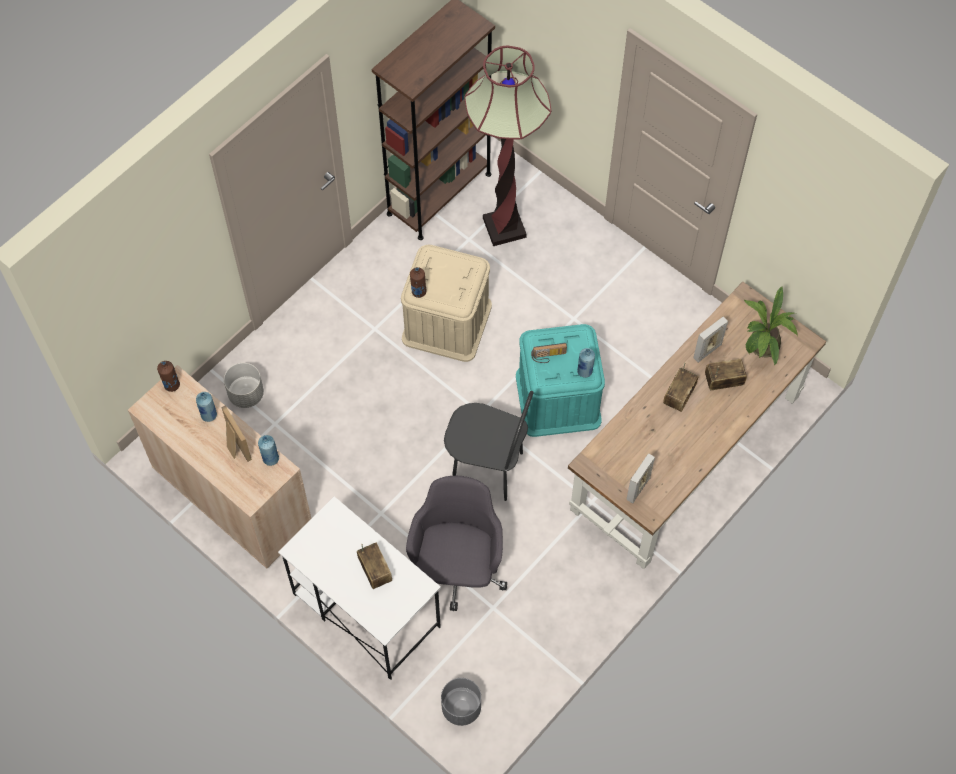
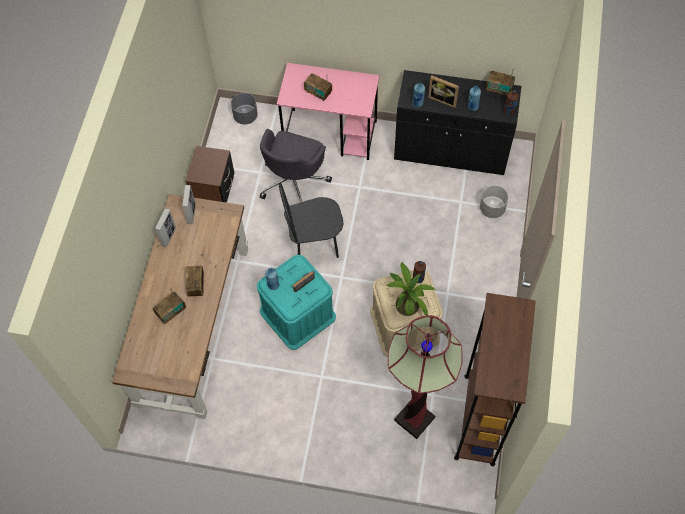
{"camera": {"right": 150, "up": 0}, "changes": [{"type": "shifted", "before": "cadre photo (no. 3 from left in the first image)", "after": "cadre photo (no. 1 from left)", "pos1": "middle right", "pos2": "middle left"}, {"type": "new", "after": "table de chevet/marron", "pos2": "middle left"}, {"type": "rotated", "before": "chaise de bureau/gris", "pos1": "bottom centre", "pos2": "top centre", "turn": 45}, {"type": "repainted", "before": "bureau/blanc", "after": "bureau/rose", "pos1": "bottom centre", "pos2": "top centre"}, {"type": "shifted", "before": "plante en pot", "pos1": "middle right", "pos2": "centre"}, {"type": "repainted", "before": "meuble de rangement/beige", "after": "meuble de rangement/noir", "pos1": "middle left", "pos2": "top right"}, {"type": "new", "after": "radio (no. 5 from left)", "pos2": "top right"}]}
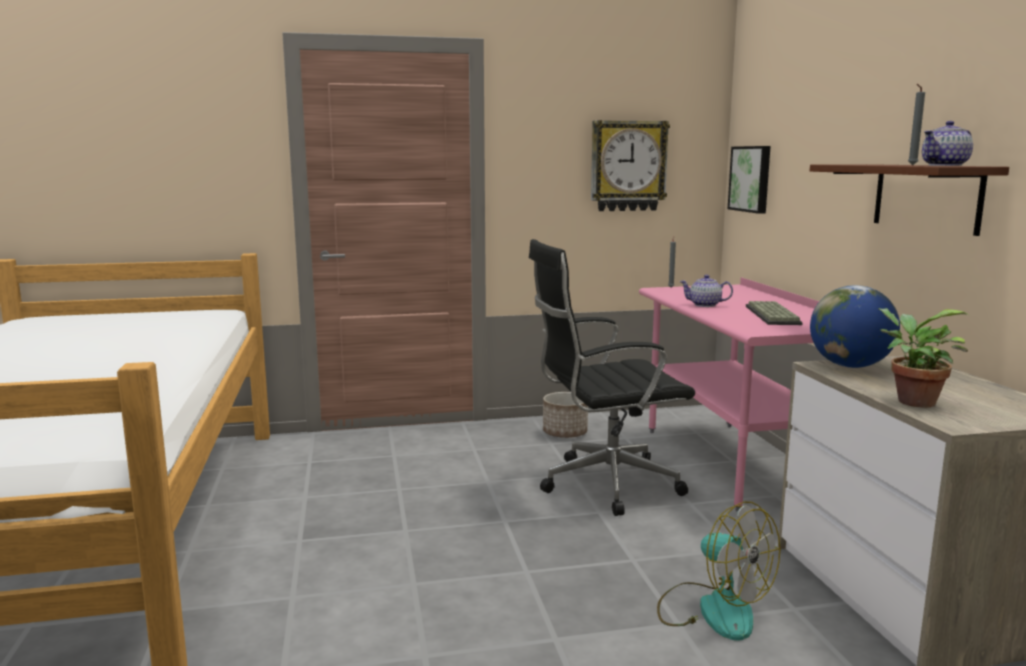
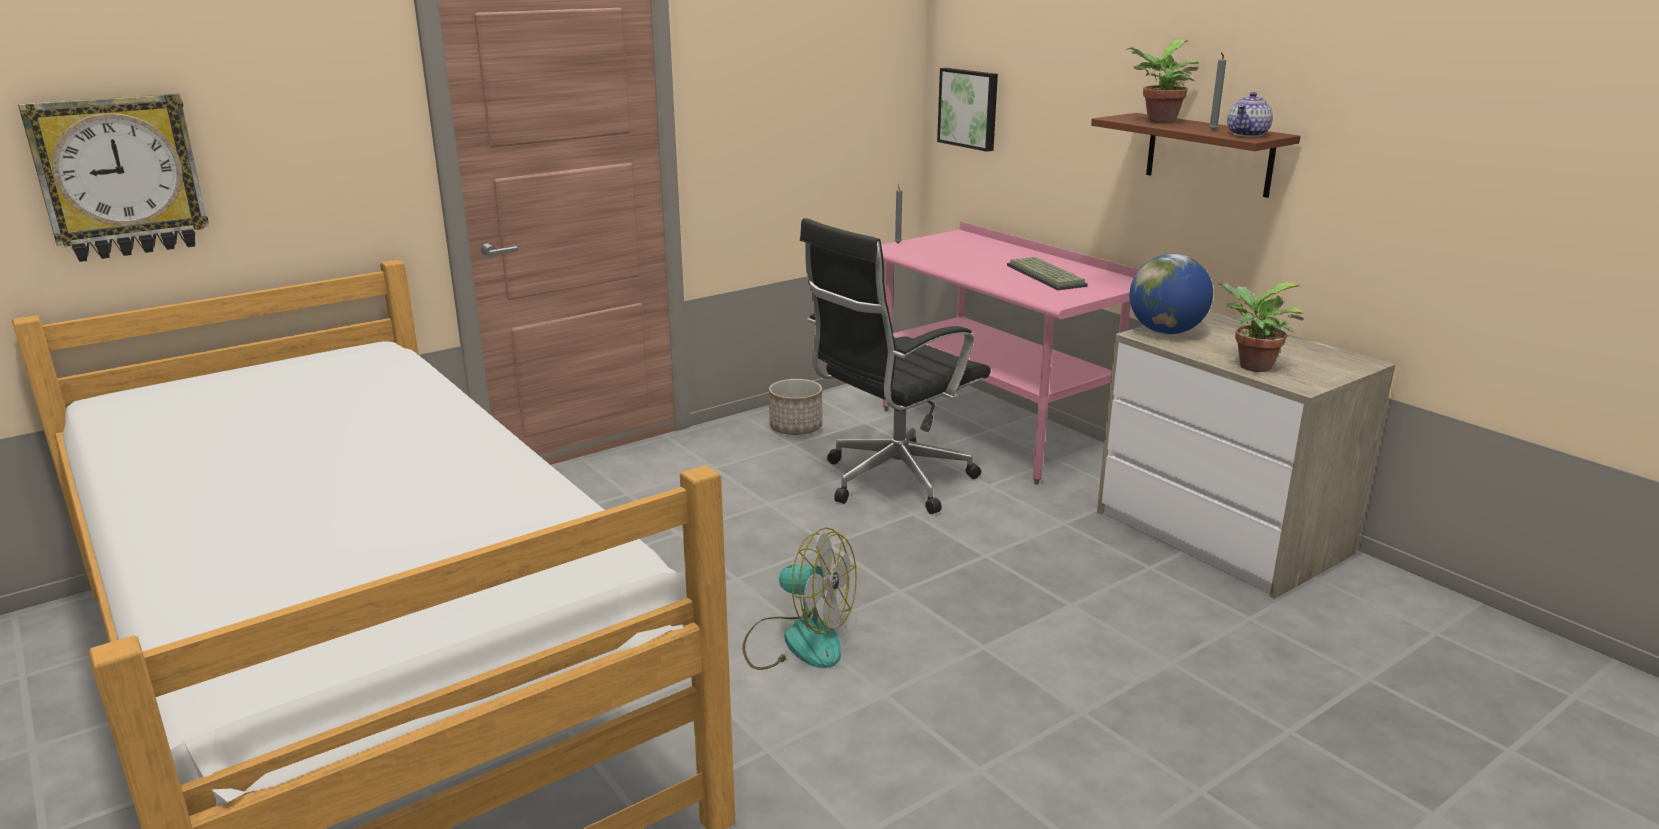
{"camera": {"right": -25, "up": 10}, "changes": [{"type": "shifted", "before": "horloge murale", "pos1": "top centre", "pos2": "top left"}, {"type": "shifted", "before": "ventilateur", "pos1": "bottom right", "pos2": "bottom centre"}, {"type": "new", "after": "plante en pot (no. 1 from left)", "pos2": "top right"}, {"type": "gone", "before": "théière (no. 1 from left)", "pos1": "middle right"}]}
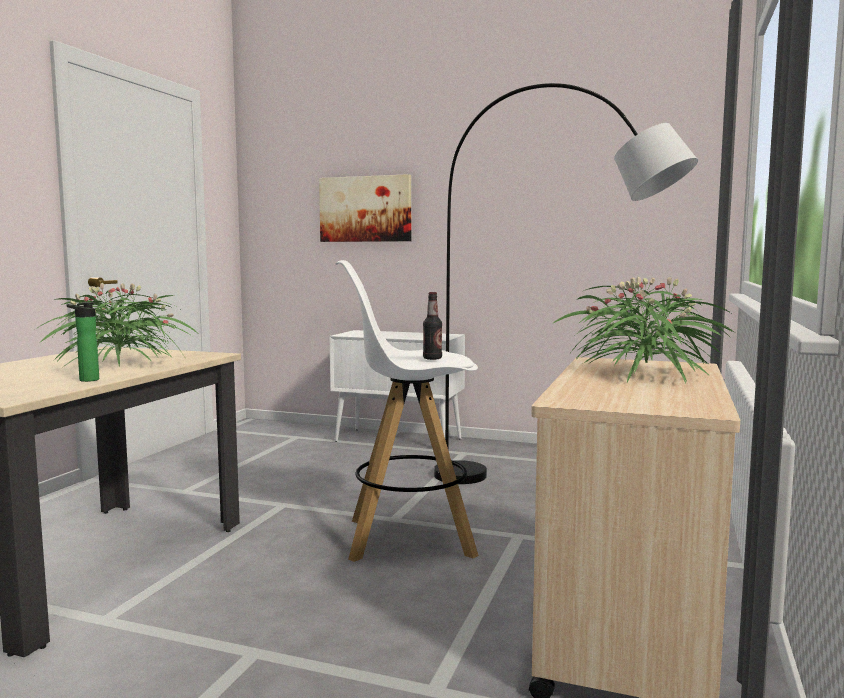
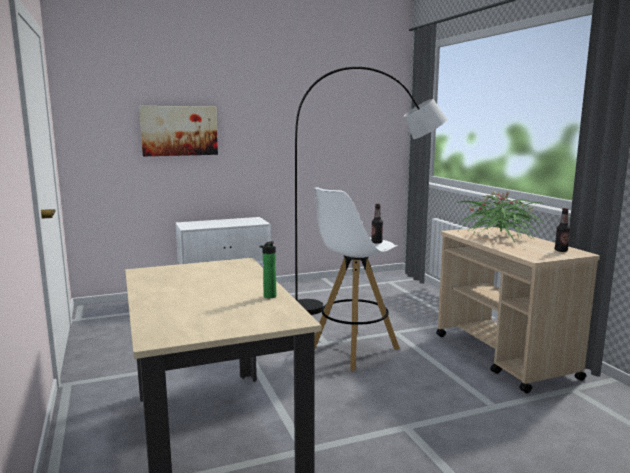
{"camera": {"right": -40, "up": 5}, "changes": [{"type": "new", "after": "bouteille (no. 3 from left)", "pos2": "middle right"}, {"type": "gone", "before": "plante en pot (no. 1 from left)", "pos1": "middle left"}]}
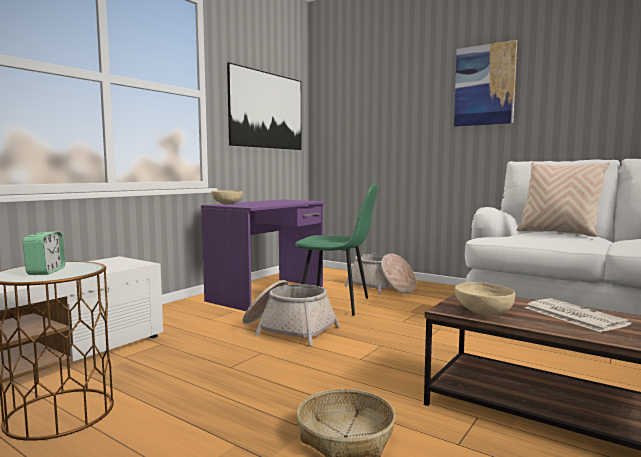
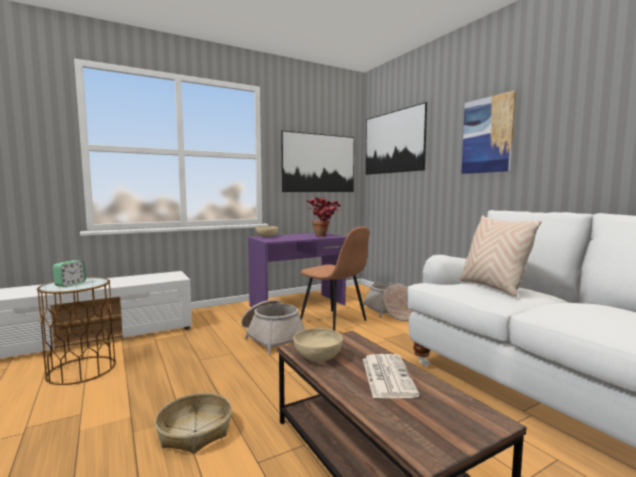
{"camera": {"right": 25, "up": 0}, "changes": [{"type": "repainted", "before": "chaise/vert", "after": "chaise/marron", "pos1": "centre", "pos2": "centre"}, {"type": "new", "after": "plante en pot", "pos2": "centre"}, {"type": "new", "after": "tableau (no. 2 from left)", "pos2": "top centre"}]}
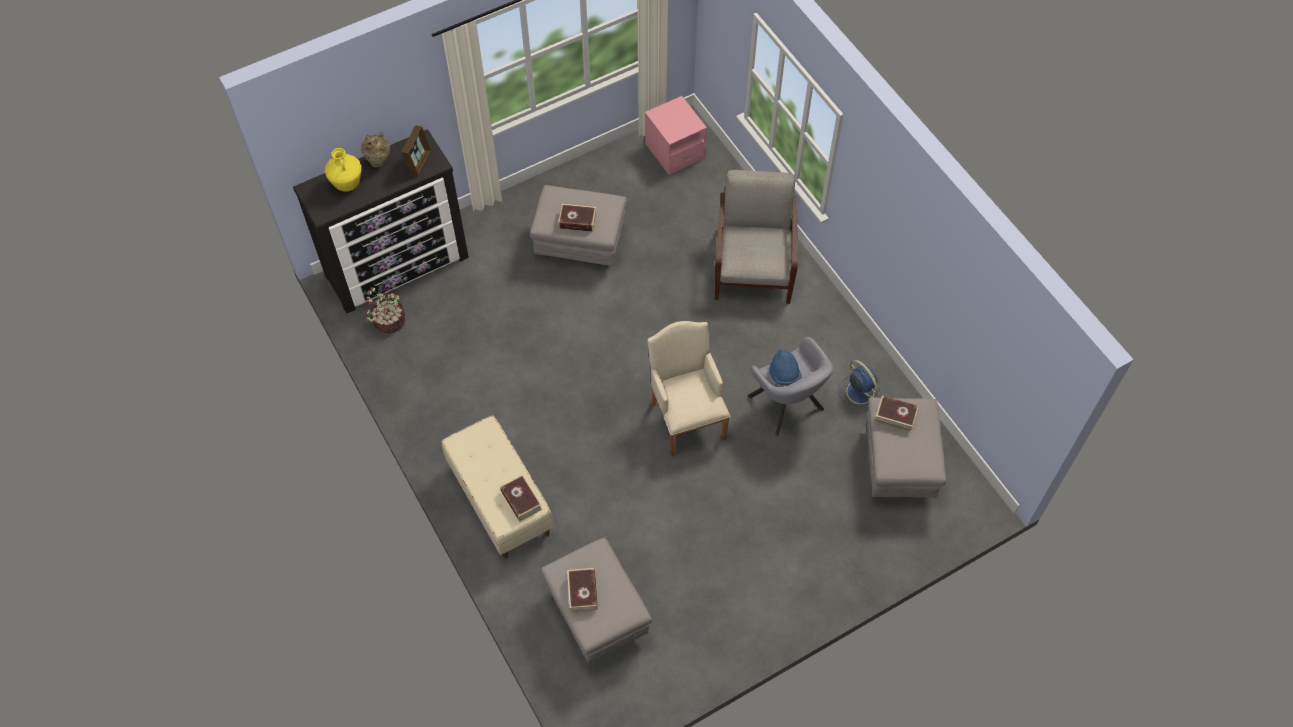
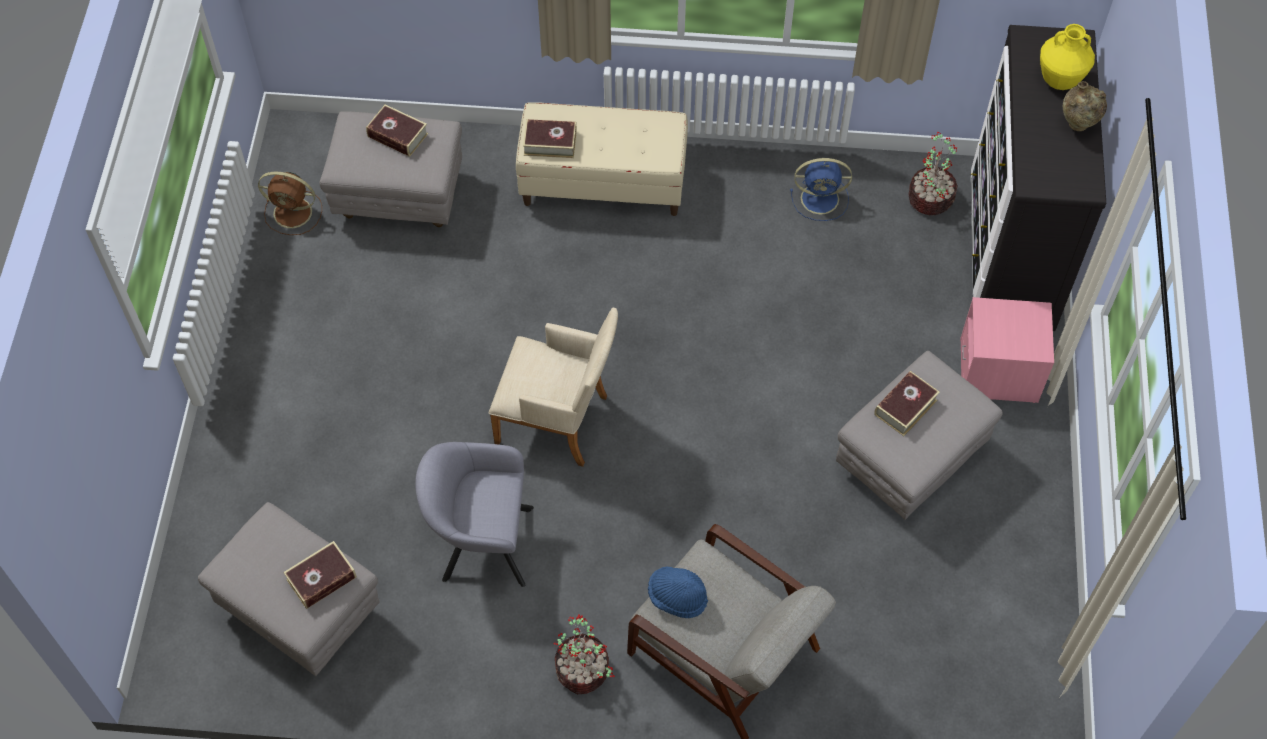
{"camera": {"right": 125, "up": 0}, "changes": [{"type": "new", "after": "ventilateur/marron", "pos2": "top left"}, {"type": "new", "after": "plante en pot (no. 1 from left)", "pos2": "bottom centre"}, {"type": "shifted", "before": "chapeau/bleu", "pos1": "centre", "pos2": "bottom centre"}, {"type": "shifted", "before": "ventilateur/bleu", "pos1": "centre", "pos2": "top centre"}, {"type": "shifted", "before": "table de chevet/rose", "pos1": "top centre", "pos2": "middle right"}, {"type": "gone", "before": "cadre photo", "pos1": "top left"}]}
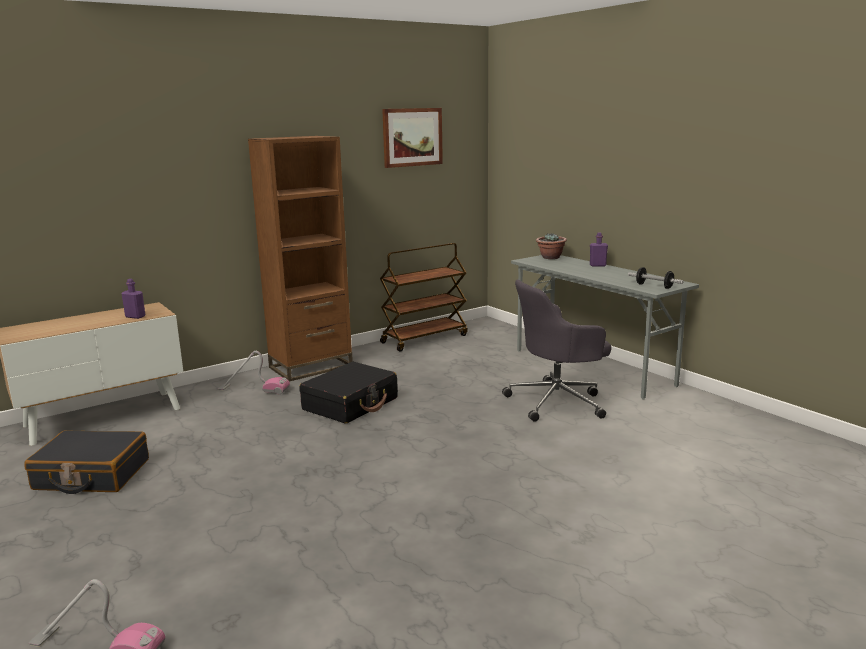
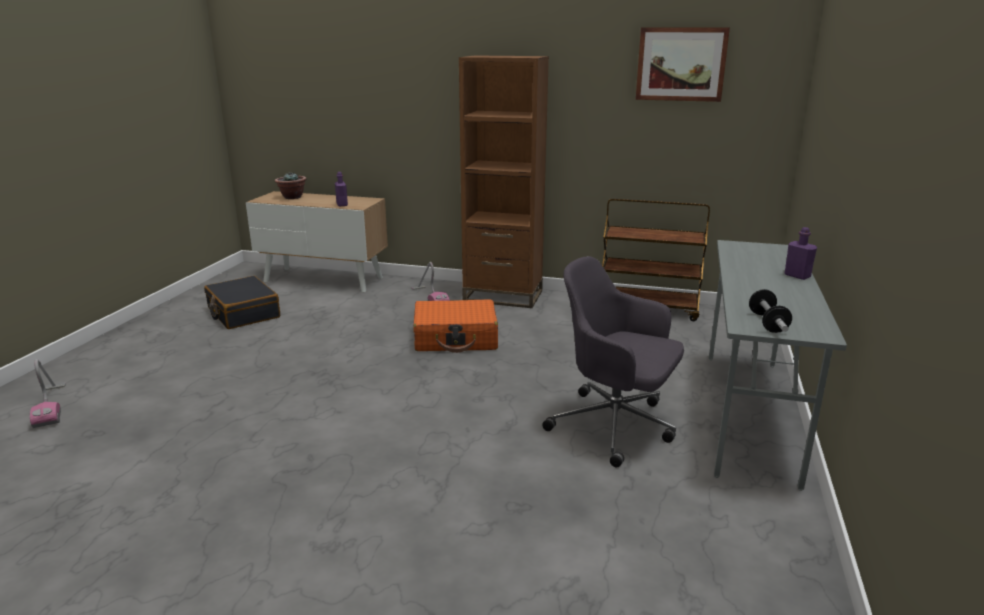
{"camera": {"right": 50, "up": 5}, "changes": [{"type": "shifted", "before": "plante en pot", "pos1": "centre", "pos2": "top left"}, {"type": "repainted", "before": "valise/noir (no. 2 from left)", "after": "valise/orange", "pos1": "centre", "pos2": "centre"}]}
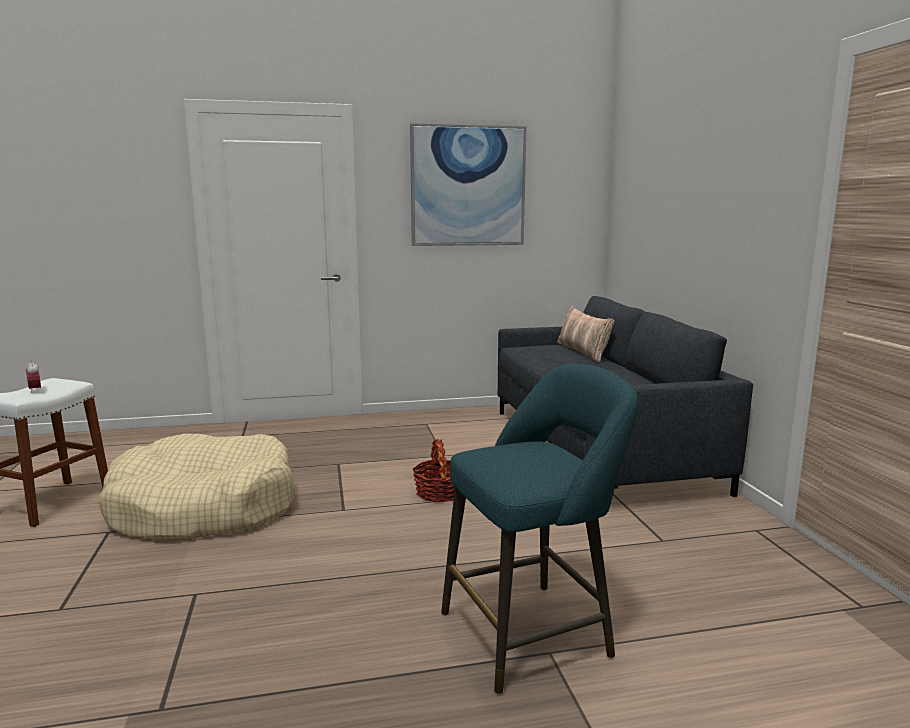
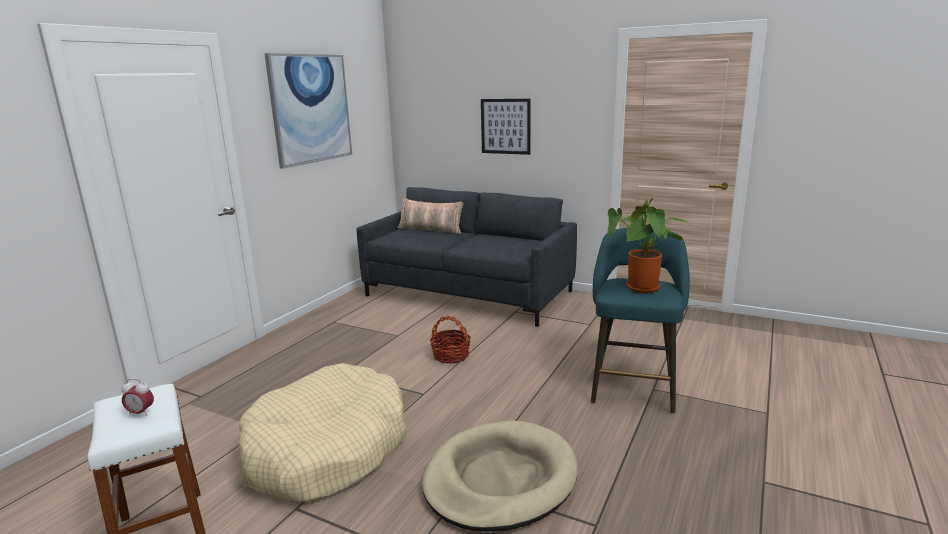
{"camera": {"right": -50, "up": 5}, "changes": [{"type": "new", "after": "panier pour chien/beige (no. 2 from left)", "pos2": "bottom centre"}, {"type": "new", "after": "tableau (no. 2 from left)", "pos2": "top centre"}, {"type": "new", "after": "plante en pot", "pos2": "middle right"}]}
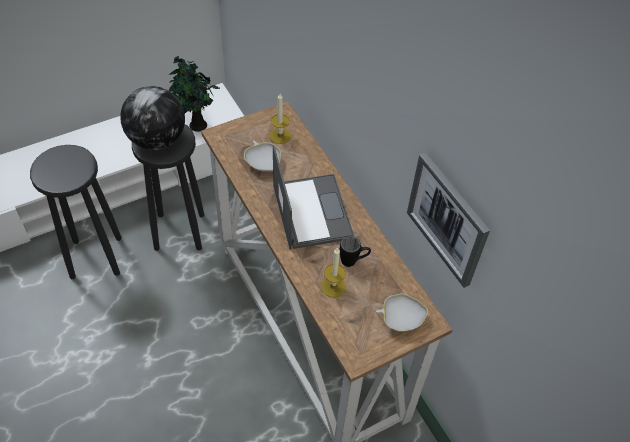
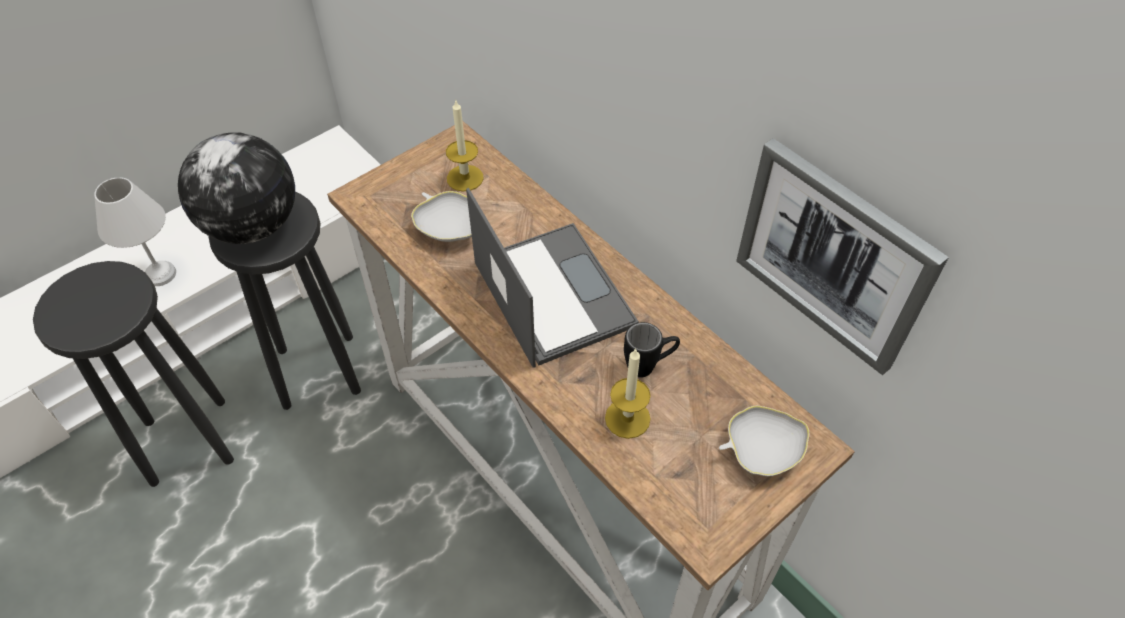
{"camera": {"right": -10, "up": 0}, "changes": [{"type": "new", "after": "lampe de table/blanc", "pos2": "middle left"}, {"type": "gone", "before": "plante en pot", "pos1": "top left"}]}
